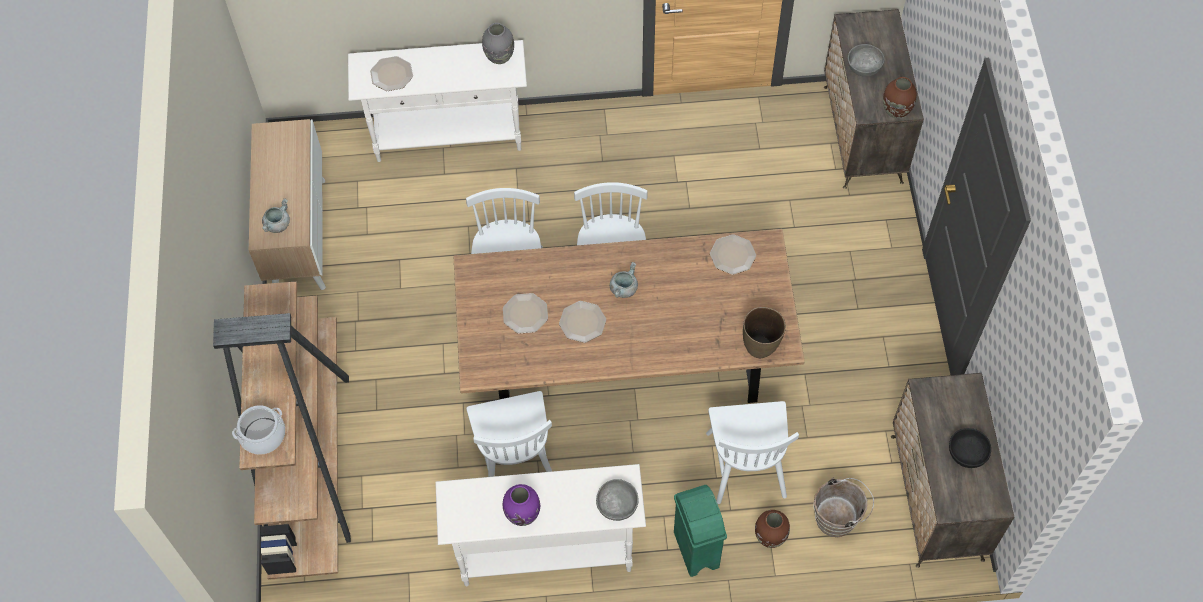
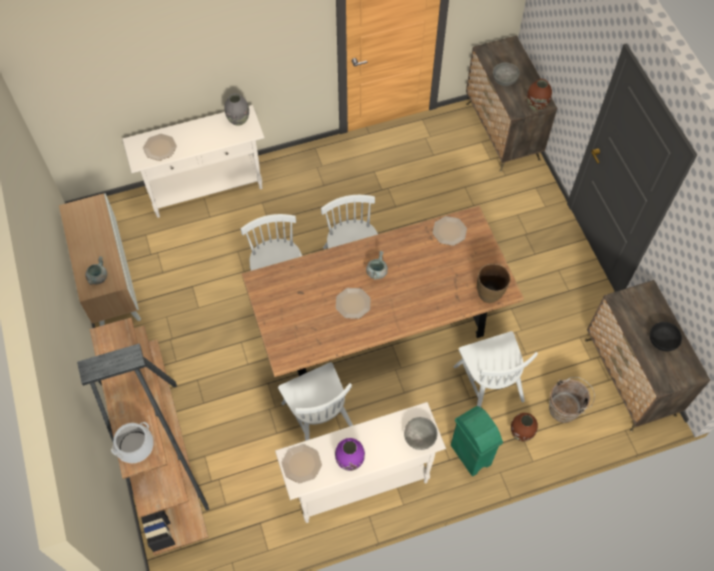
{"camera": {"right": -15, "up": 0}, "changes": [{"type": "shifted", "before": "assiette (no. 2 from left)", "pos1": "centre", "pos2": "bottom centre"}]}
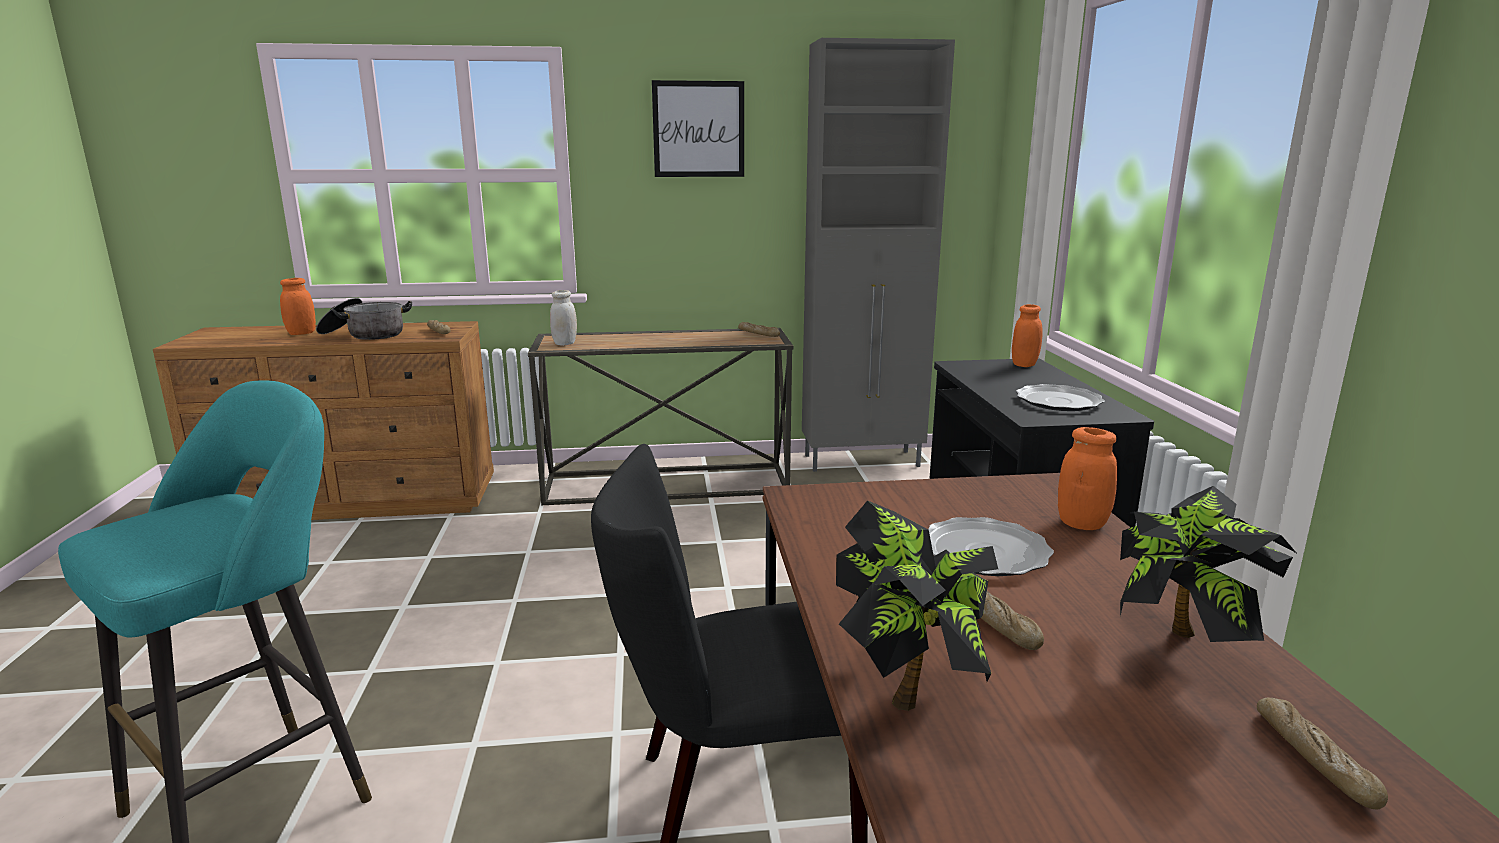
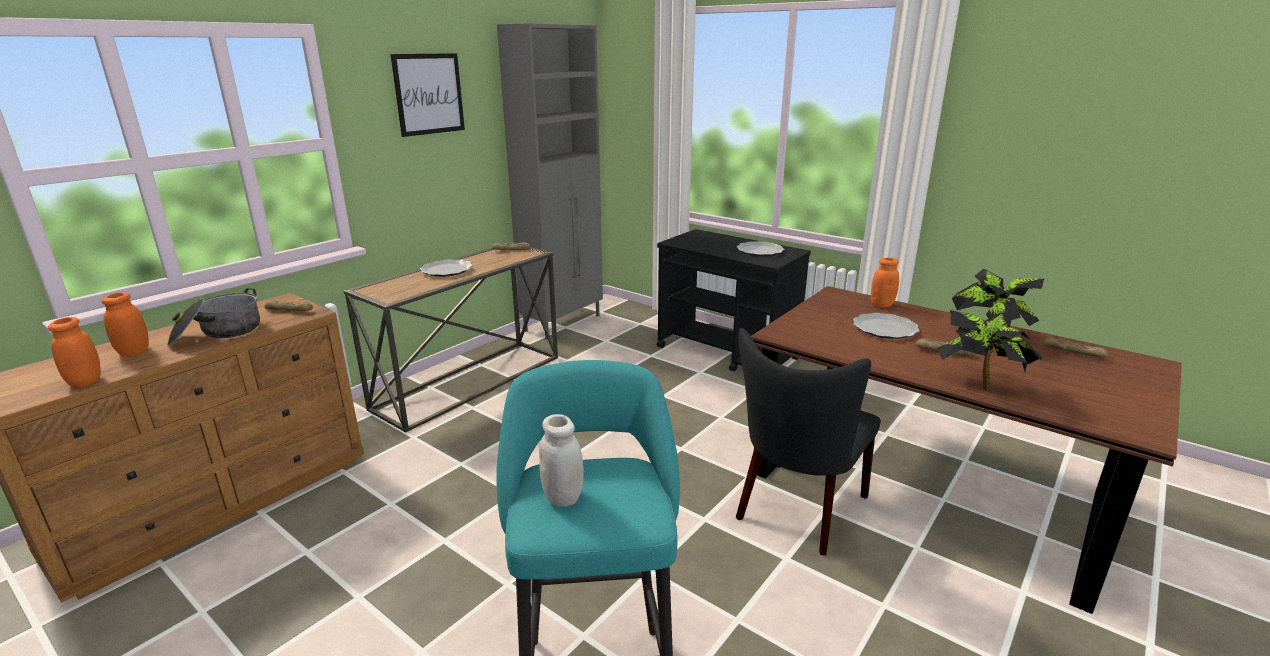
{"camera": {"right": -45, "up": 5}, "changes": [{"type": "shifted", "before": "bocal/orange (no. 2 from left in the first image)", "after": "bocal/orange (no. 1 from left)", "pos1": "middle right", "pos2": "middle left"}, {"type": "new", "after": "assiette (no. 1 from left)", "pos2": "centre"}, {"type": "shifted", "before": "bocal/blanc", "pos1": "centre", "pos2": "bottom centre"}]}
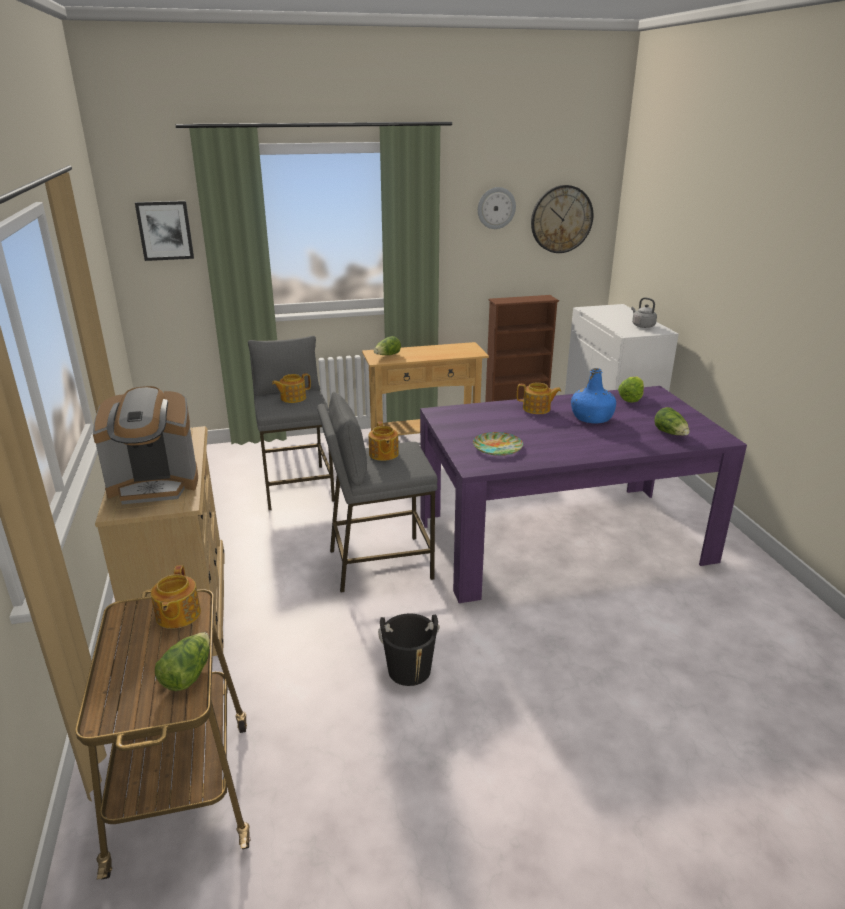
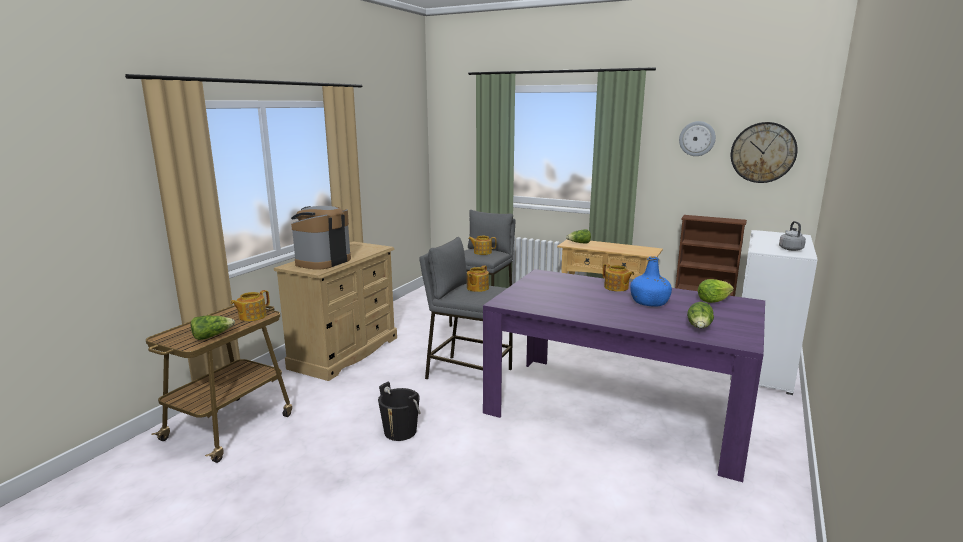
{"camera": {"right": 40, "up": -10}, "changes": [{"type": "rotated", "before": "machine à café", "pos1": "middle left", "pos2": "centre", "turn": 90}, {"type": "gone", "before": "tableau", "pos1": "top left"}, {"type": "gone", "before": "assiette", "pos1": "centre"}]}
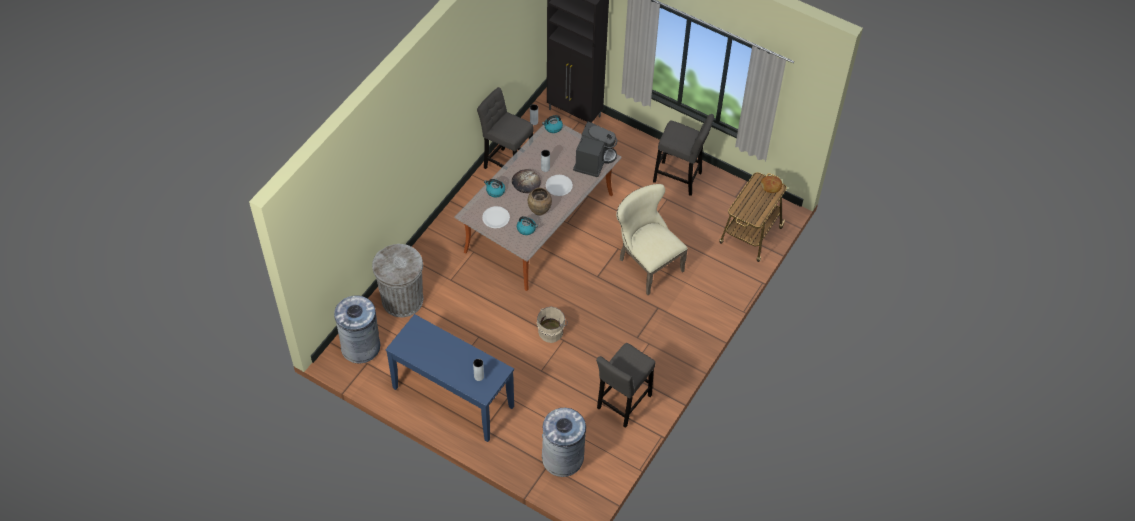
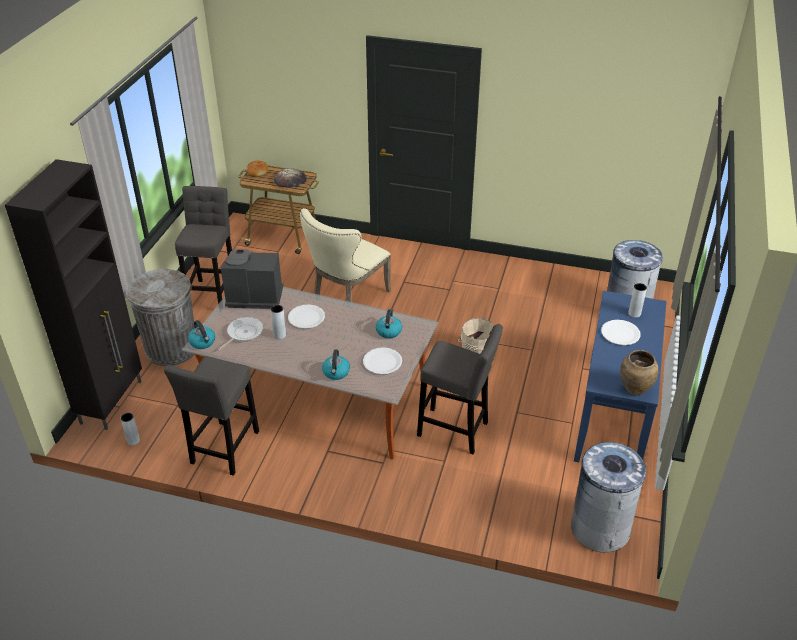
{"camera": {"right": -105, "up": -15}, "changes": [{"type": "shifted", "before": "poubelle/gris (no. 2 from left in the first image)", "after": "poubelle/gris (no. 1 from left)", "pos1": "centre", "pos2": "middle left"}, {"type": "new", "after": "poêle", "pos2": "middle left"}, {"type": "shifted", "before": "pain (no. 1 from left in the first image)", "after": "pain (no. 2 from left)", "pos1": "centre", "pos2": "top centre"}, {"type": "shifted", "before": "tabouret/gris (no. 2 from left in the first image)", "after": "tabouret/gris (no. 3 from left)", "pos1": "bottom centre", "pos2": "centre"}, {"type": "new", "after": "assiette/blanc (no. 3 from left)", "pos2": "middle right"}, {"type": "shifted", "before": "vase/marron", "pos1": "centre", "pos2": "middle right"}]}
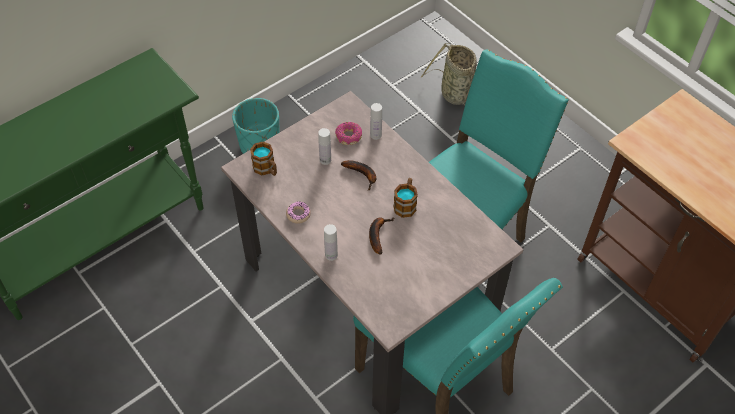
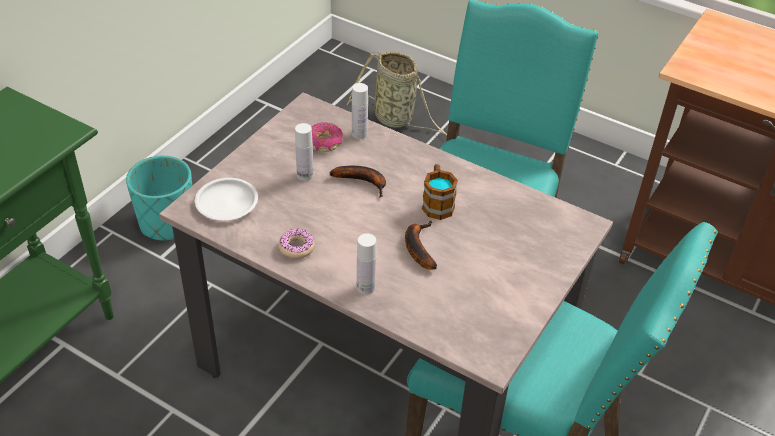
{"camera": {"right": -20, "up": -10}, "changes": [{"type": "swapped", "before": "mug (no. 1 from left)", "after": "assiette/blanc", "pos1": "centre", "pos2": "middle left"}]}
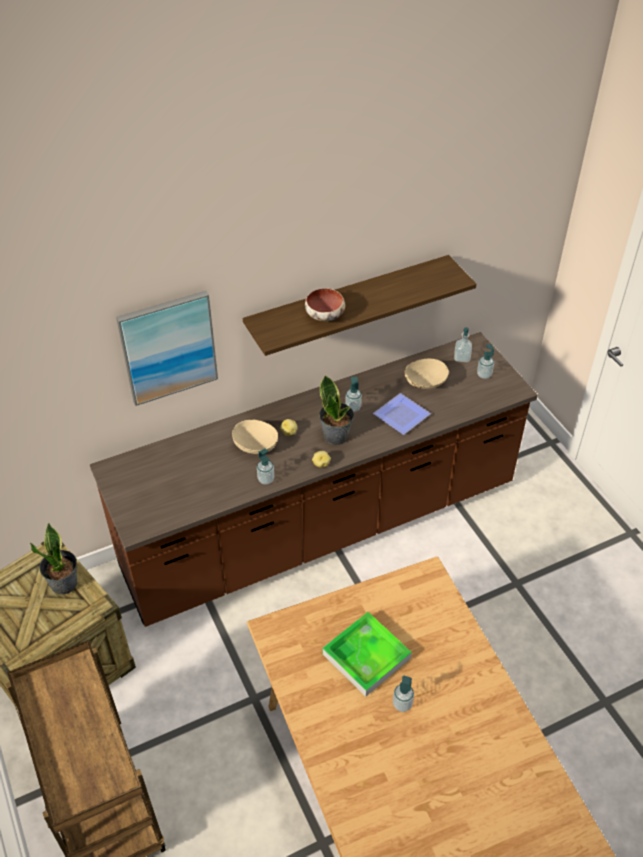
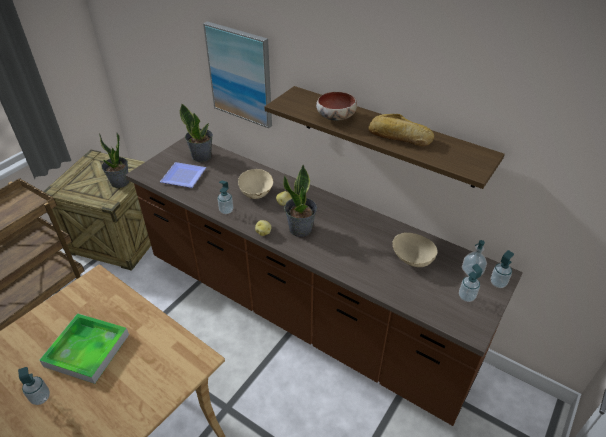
{"camera": {"right": 60, "up": -5}, "changes": [{"type": "shifted", "before": "assiette", "pos1": "centre", "pos2": "middle left"}, {"type": "new", "after": "plante en pot (no. 2 from left)", "pos2": "top left"}, {"type": "new", "after": "pain", "pos2": "top centre"}, {"type": "shifted", "before": "distributeur de savon (no. 2 from left in the first image)", "after": "distributeur de savon (no. 5 from left)", "pos1": "centre", "pos2": "middle right"}]}
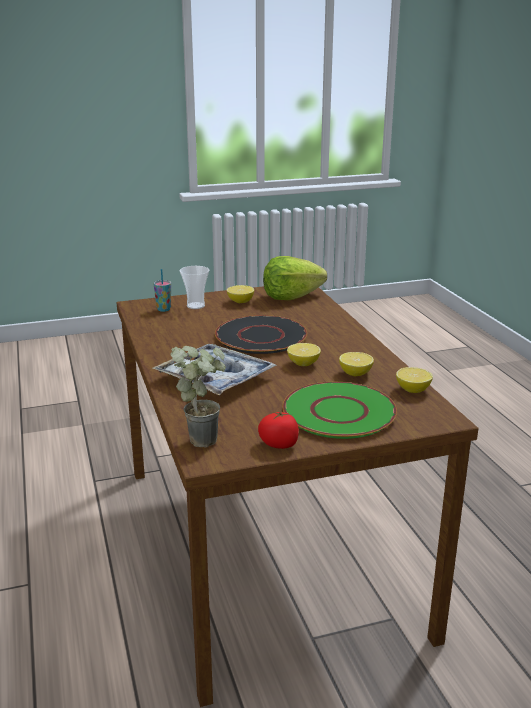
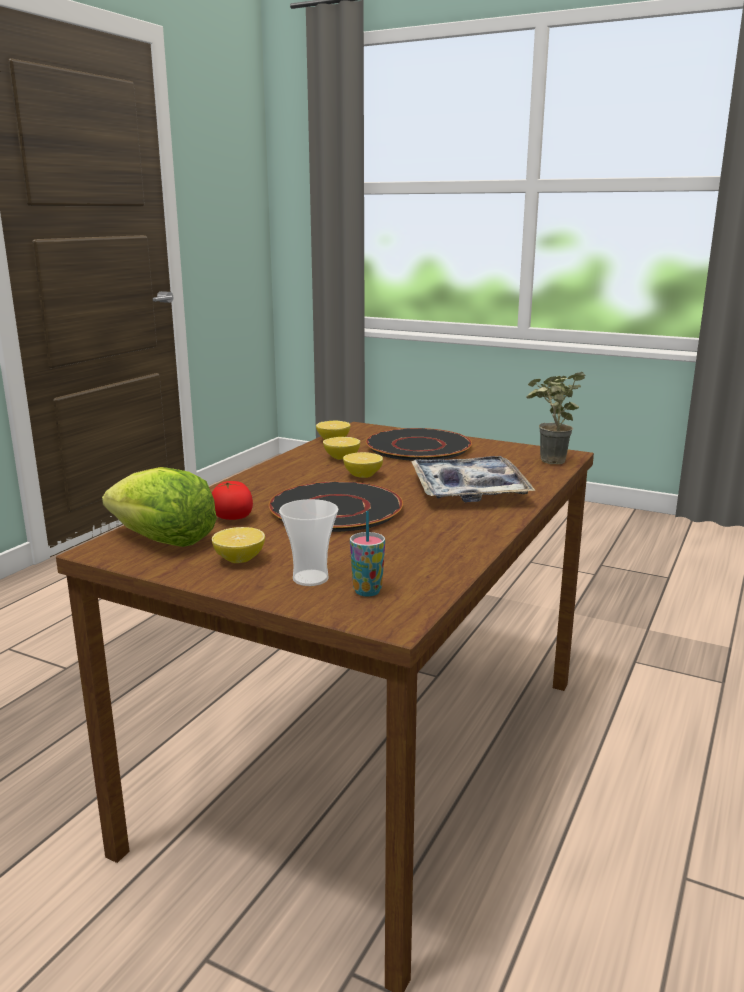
{"camera": {"right": -135, "up": -5}, "changes": [{"type": "shifted", "before": "tomate", "pos1": "centre", "pos2": "middle left"}, {"type": "repainted", "before": "assiette/vert", "after": "assiette/noir (no. 2 from left)", "pos1": "centre", "pos2": "centre"}]}
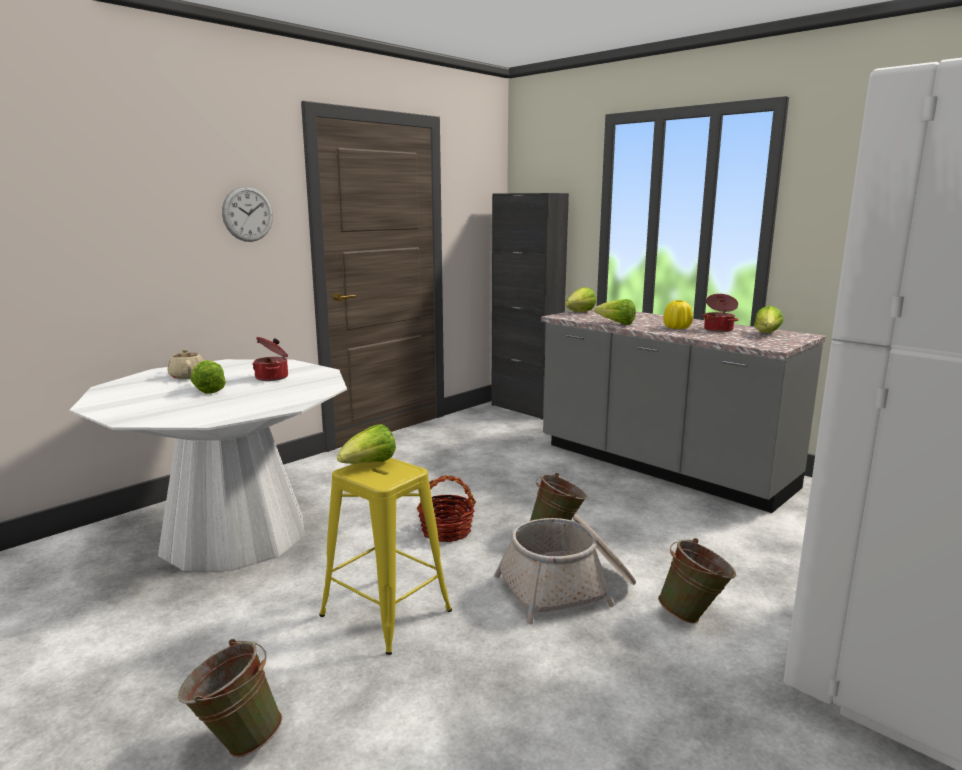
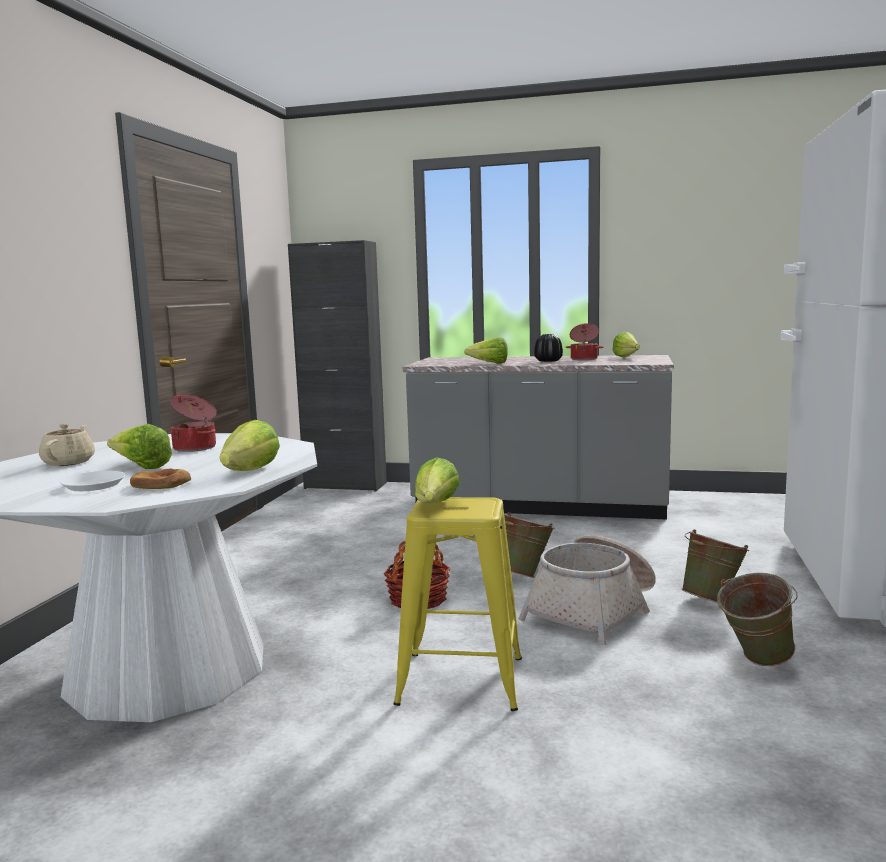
{"camera": {"right": -30, "up": -5}, "changes": [{"type": "rotated", "before": "théière/beige", "pos1": "middle left", "pos2": "middle left", "turn": 60}, {"type": "new", "after": "assiette/blanc", "pos2": "middle left"}, {"type": "new", "after": "pain", "pos2": "middle left"}, {"type": "shifted", "before": "laitue (no. 3 from left in the first image)", "after": "laitue (no. 2 from left)", "pos1": "centre", "pos2": "middle left"}, {"type": "repainted", "before": "vase/jaune", "after": "vase/noir", "pos1": "middle right", "pos2": "centre"}, {"type": "shifted", "before": "seau/vert (no. 1 from left in the first image)", "after": "seau/vert (no. 3 from left)", "pos1": "bottom left", "pos2": "bottom right"}, {"type": "gone", "before": "horloge murale", "pos1": "top left"}]}
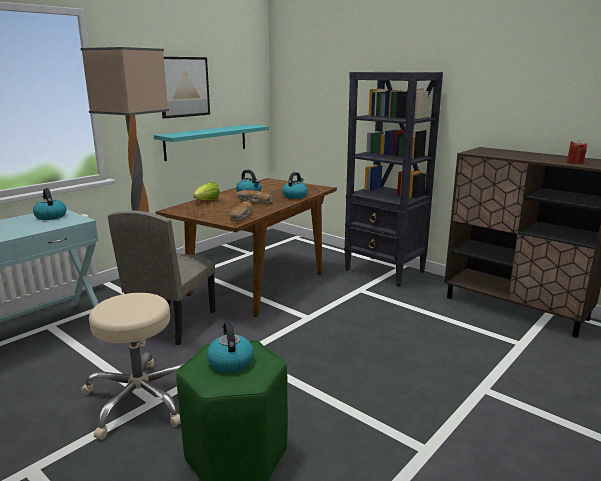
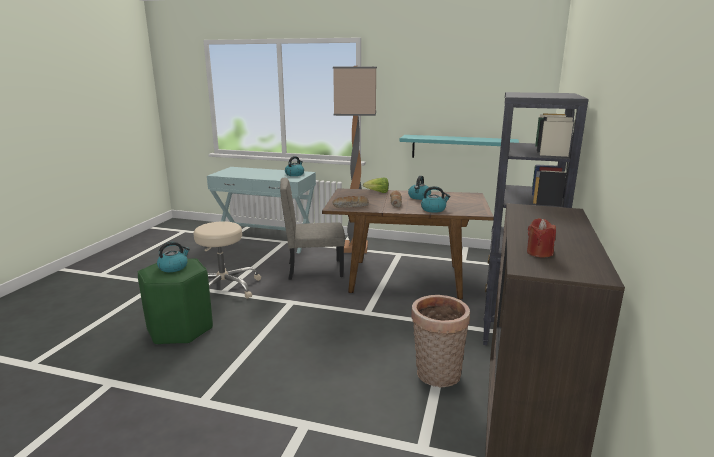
{"camera": {"right": 65, "up": 0}, "changes": [{"type": "new", "after": "panier", "pos2": "bottom centre"}, {"type": "gone", "before": "tableau", "pos1": "top left"}]}
